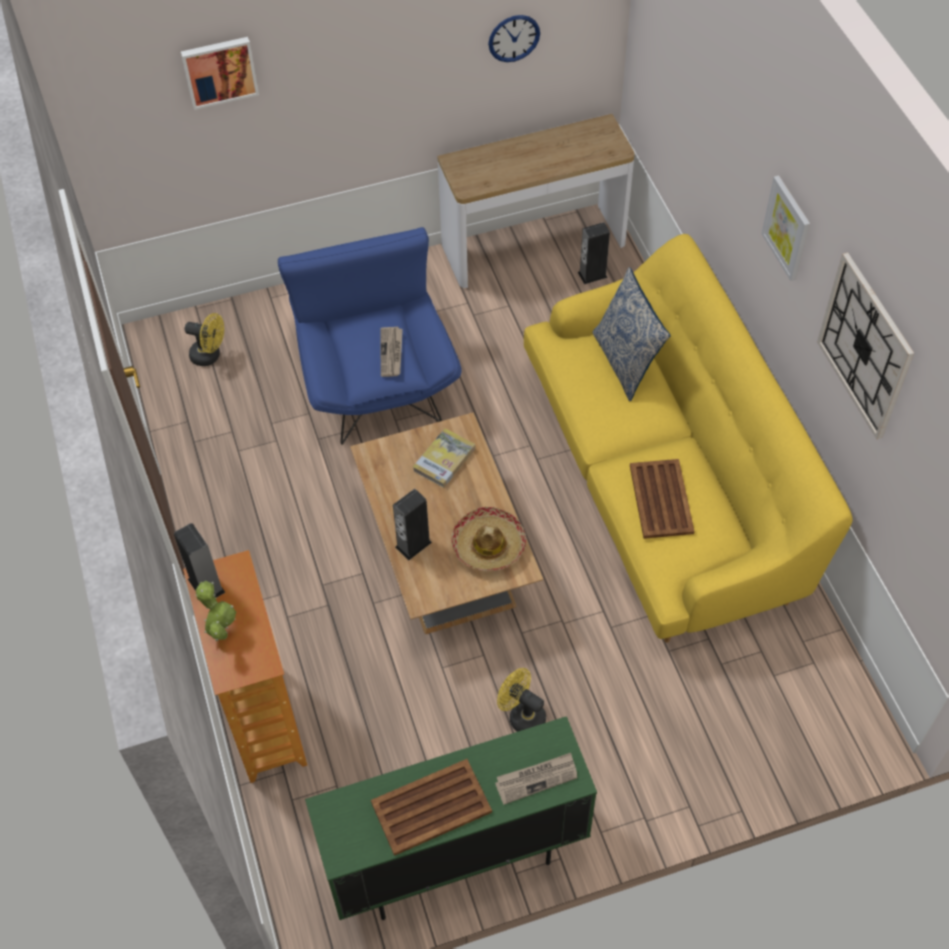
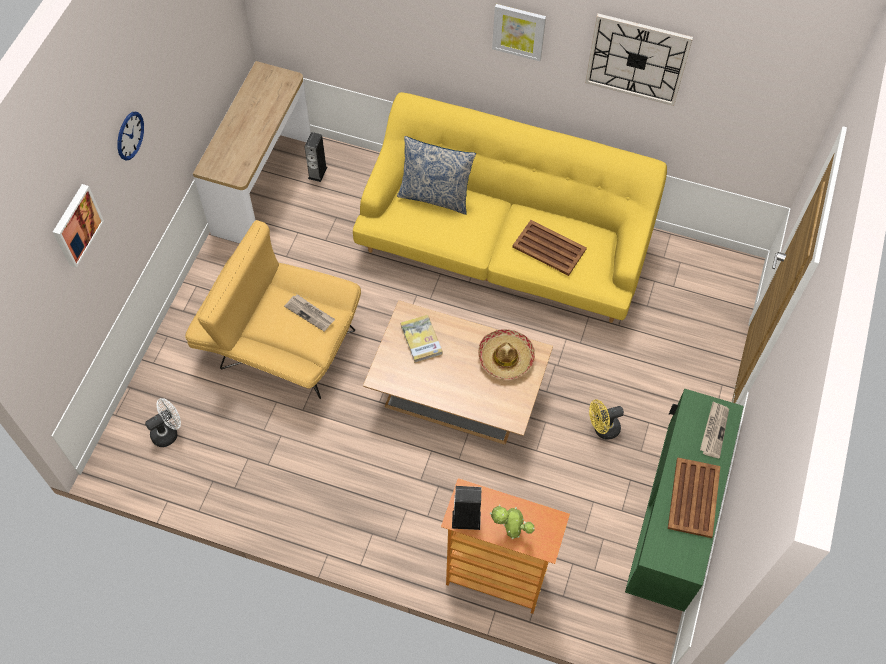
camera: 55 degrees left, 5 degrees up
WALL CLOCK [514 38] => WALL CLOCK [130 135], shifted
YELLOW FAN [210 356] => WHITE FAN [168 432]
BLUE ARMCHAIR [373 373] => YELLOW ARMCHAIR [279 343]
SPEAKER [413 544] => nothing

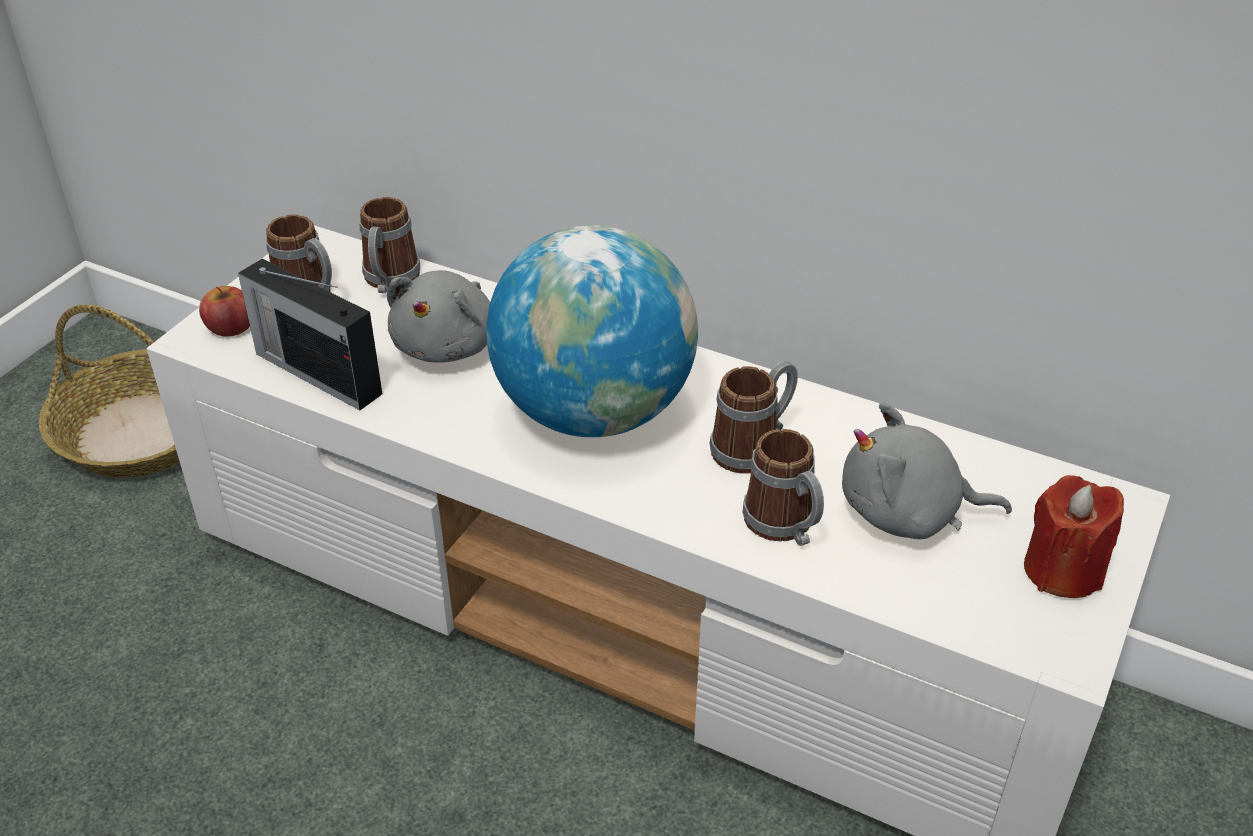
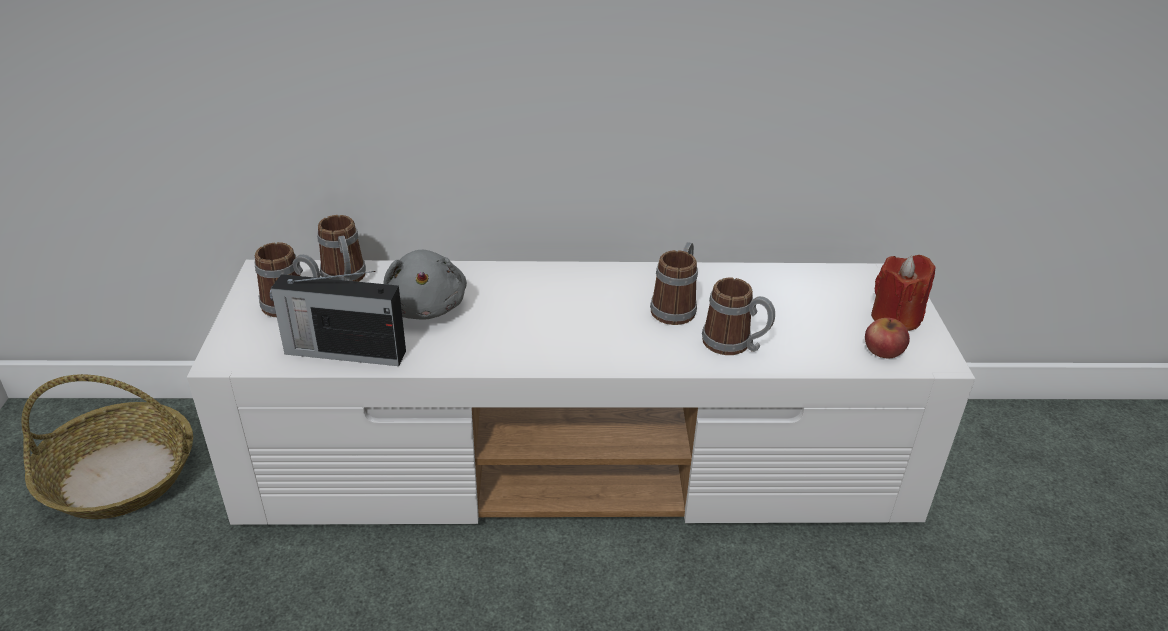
camera: 30 degrees left, 5 degrees down
APPLE [231 326] => APPLE [883 350], shifted
GLOBE [594 411] => nothing
GREY PLUSH TOY [908 513] => nothing

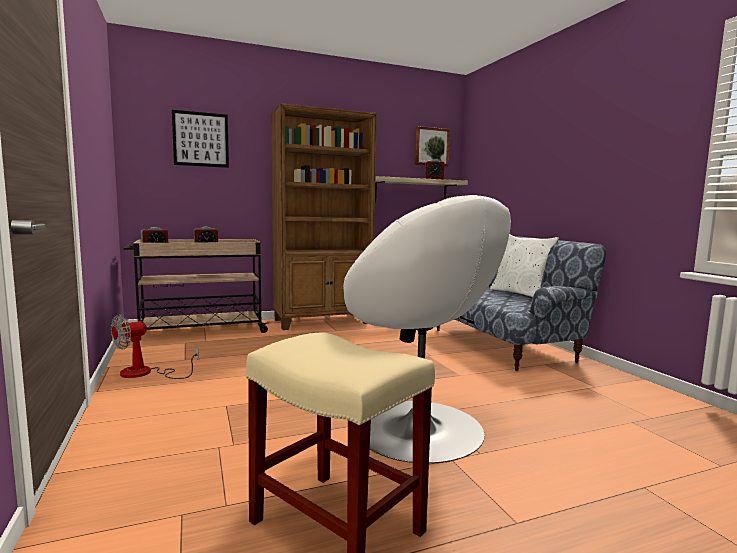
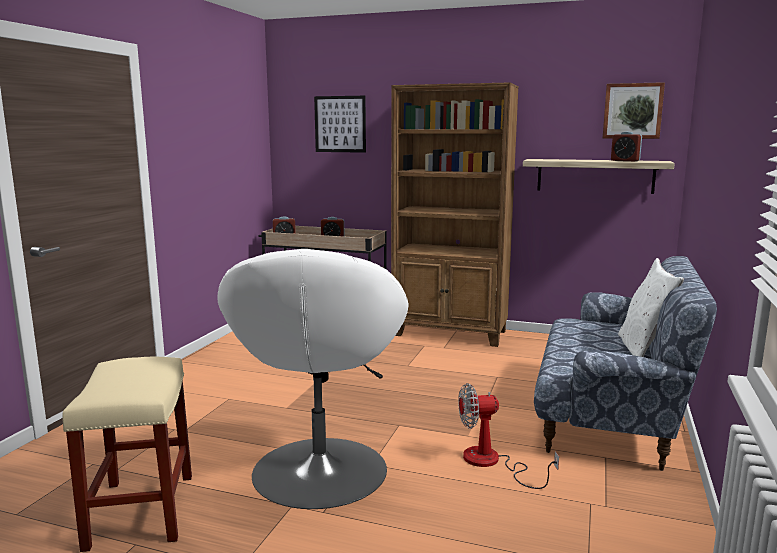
camera: 40 degrees right, 5 degrees up
FAN [145 373] => FAN [492 463], shifted

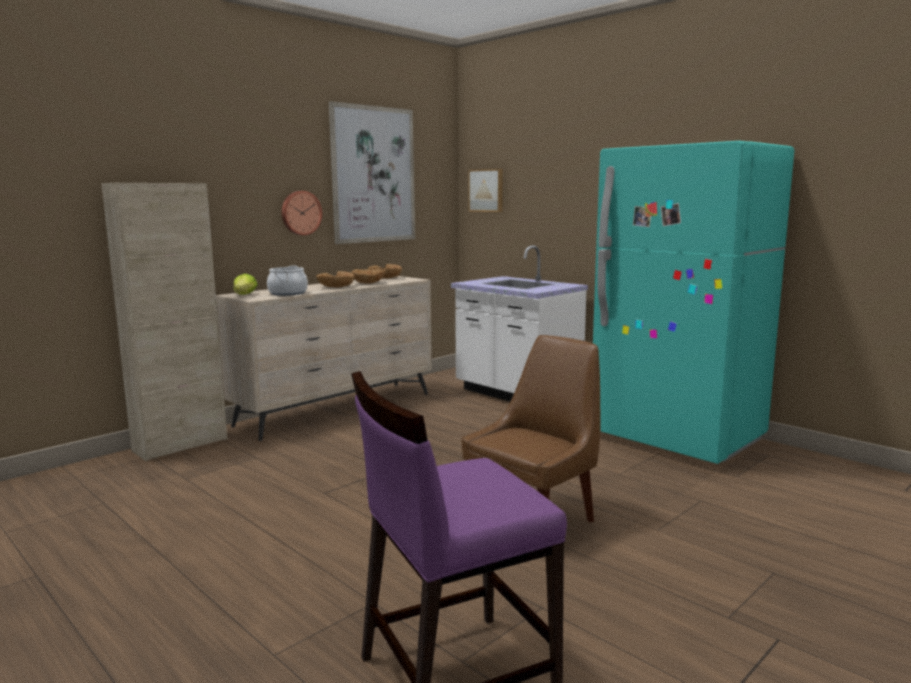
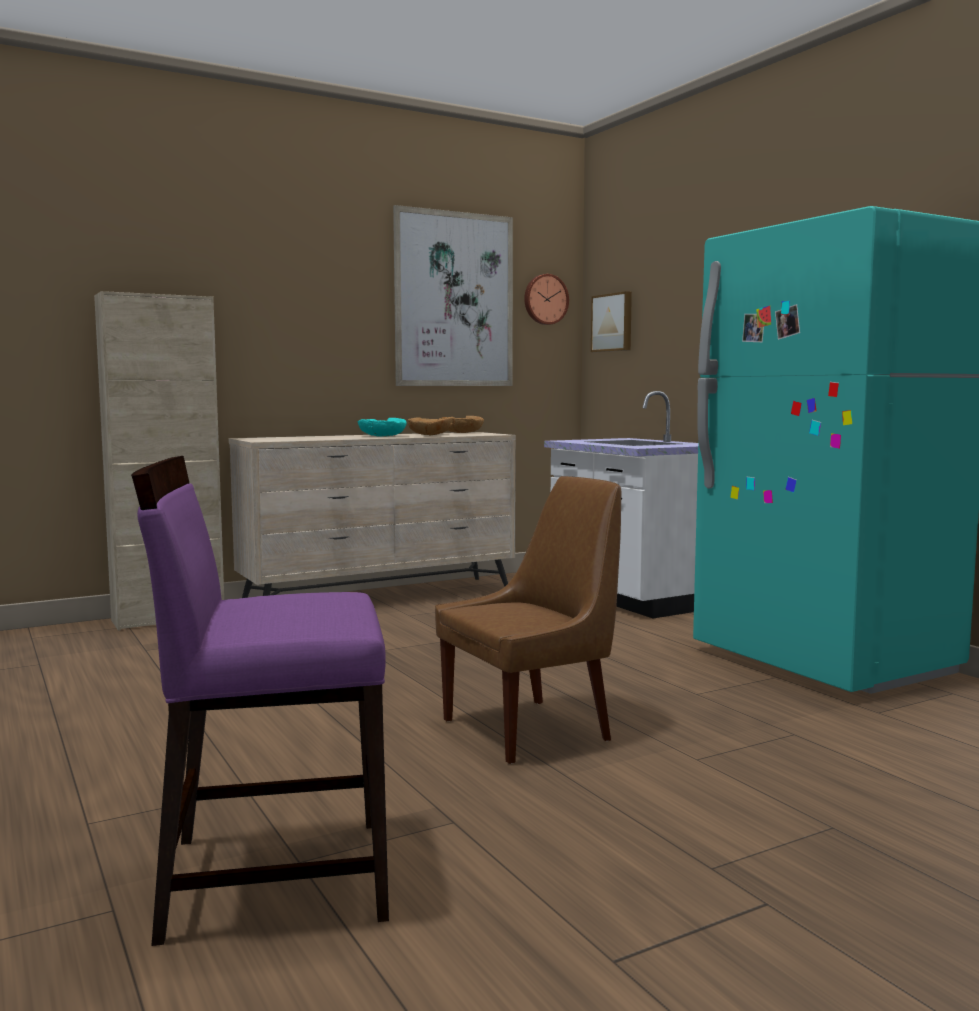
camera: 15 degrees right, 5 degrees down
BROWN BOWL [336 287] => TURQUOISE BOWL [382 436]
WALL CLOCK [300 213] => WALL CLOCK [545 299], shifted
LETTUCE [245 295] => nothing
COOKING POT [288 293] => nothing

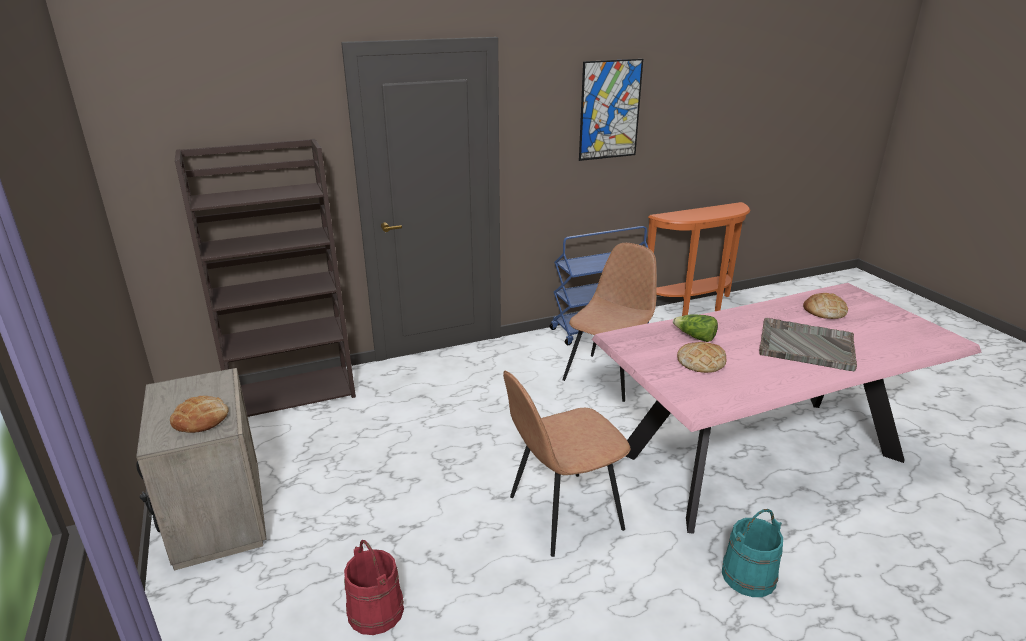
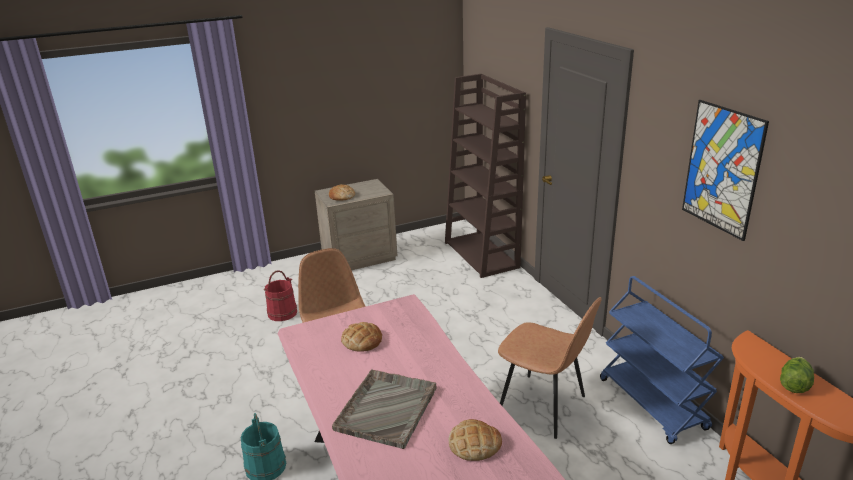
camera: 90 degrees right, 0 degrees up
LETTUCE [695 337] => LETTUCE [794 383], shifted

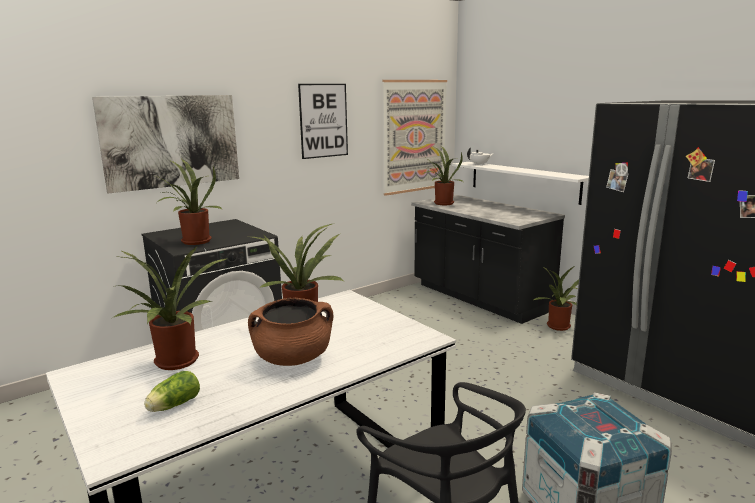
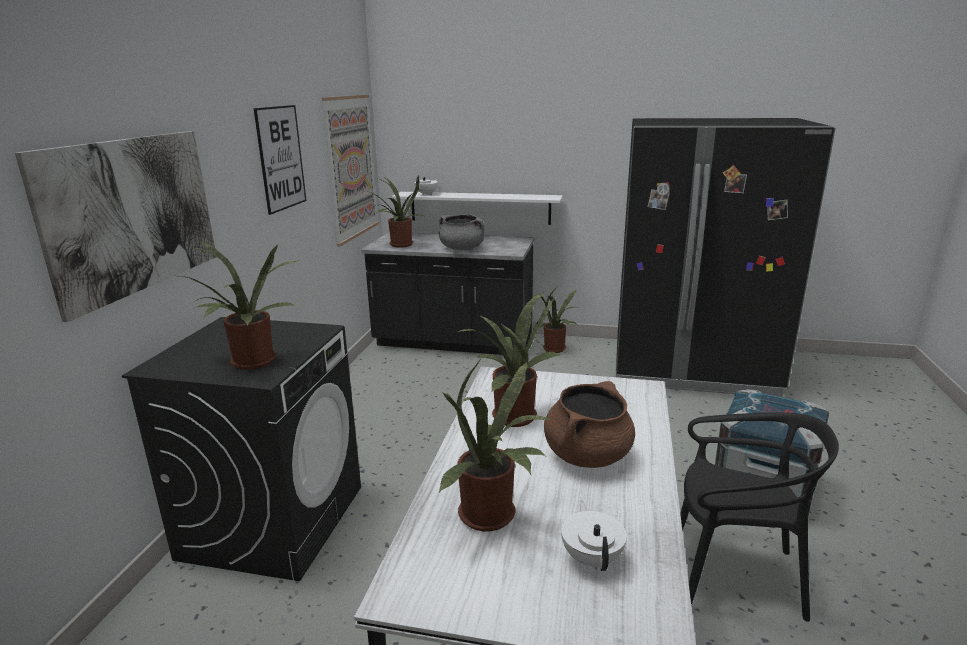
camera: 40 degrees left, 5 degrees up
nothing => GREY COOKING POT [462 249]
LETTUCE [173 406] => WHITE TEAPOT [592 558]

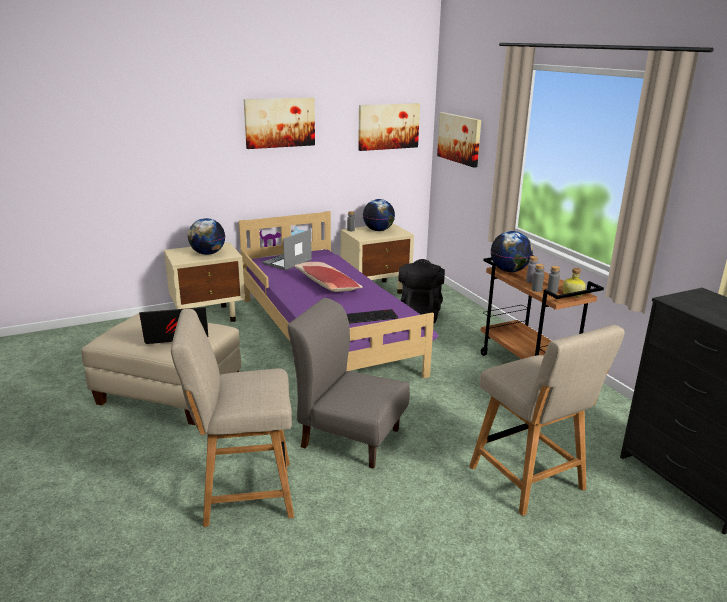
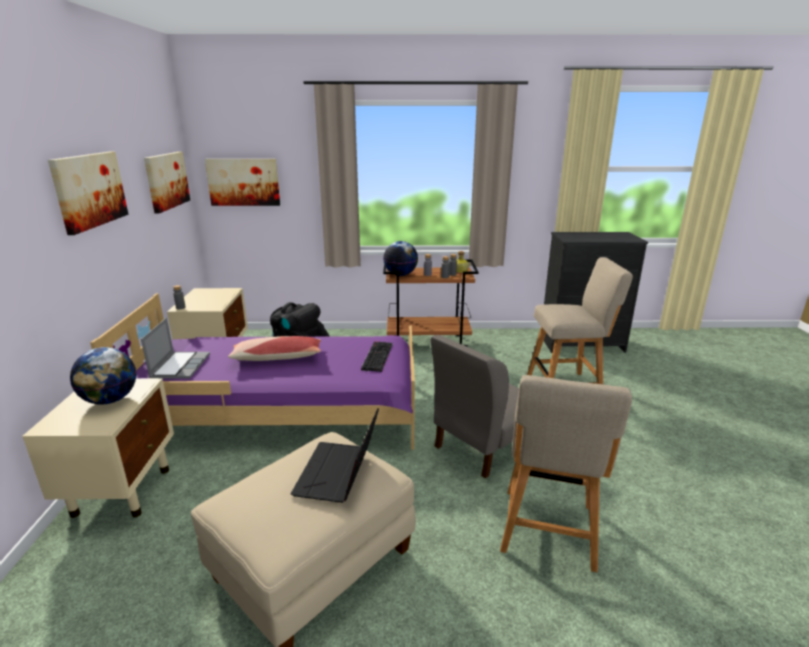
camera: 65 degrees left, 0 degrees up
LAPTOP [287 262] => LAPTOP [180 366], 150 degrees counterclockwise
GLOBE [378 230] => nothing

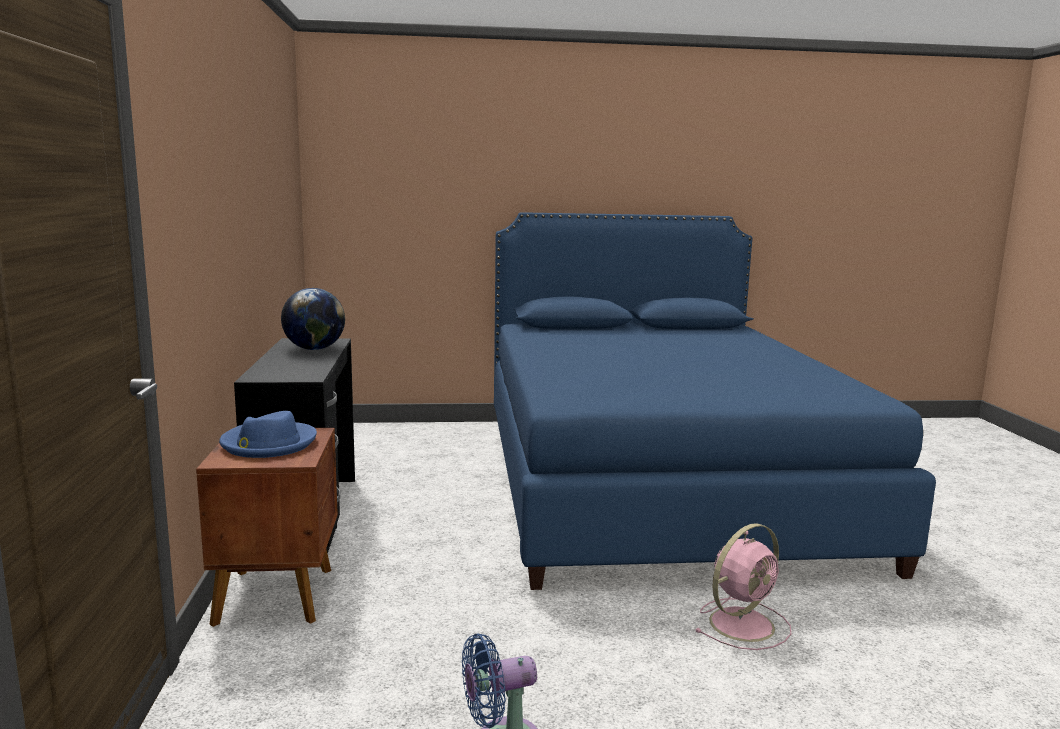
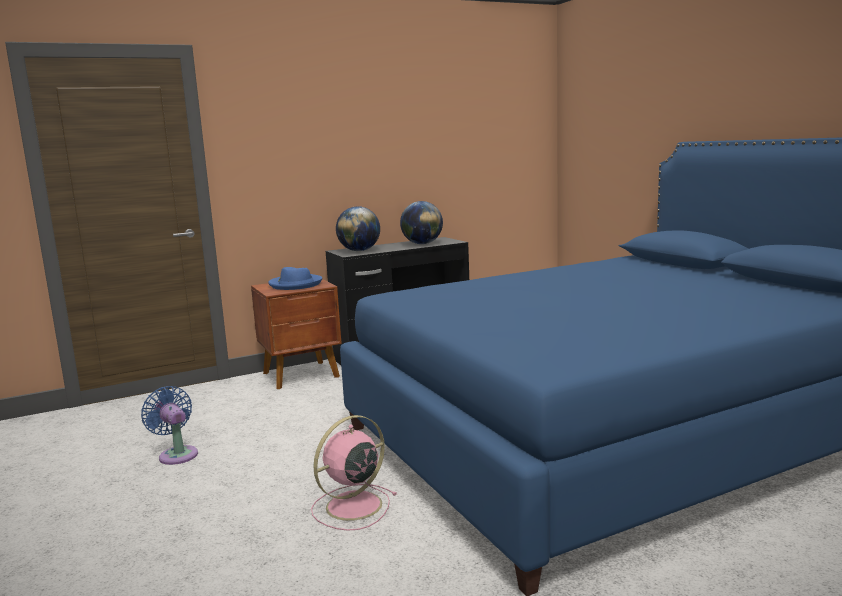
camera: 70 degrees right, 0 degrees up
PINK FAN [743 623] => PINK FAN [352 507], 105 degrees clockwise
nothing => GLOBE [359 250]

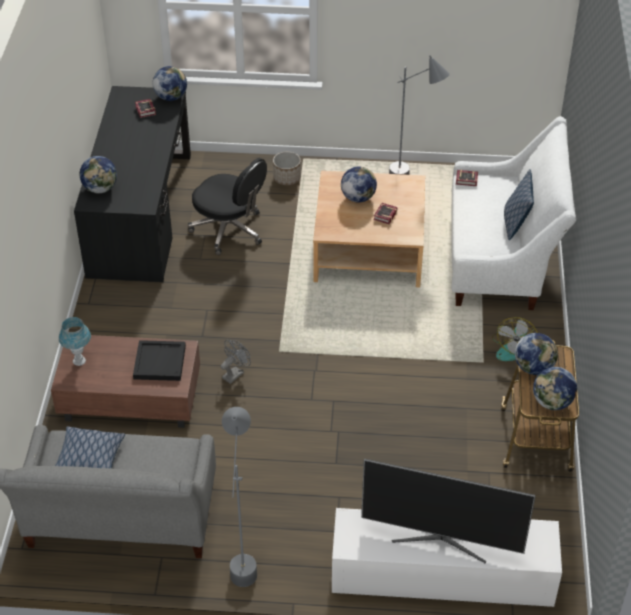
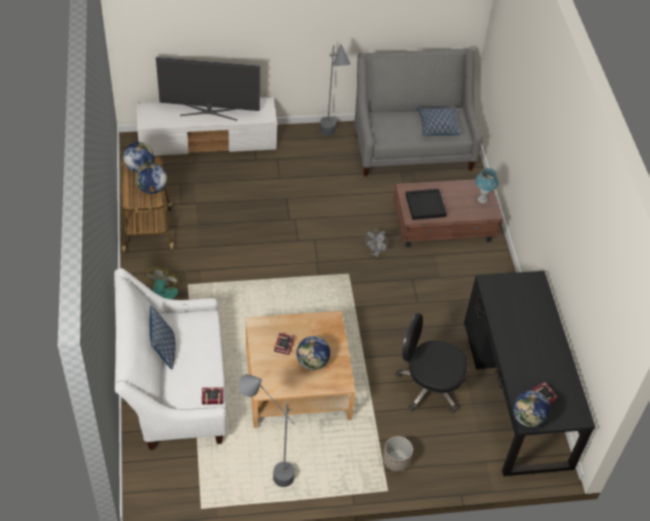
camera: 165 degrees right, 5 degrees up
GLOBE [100 188] => nothing

